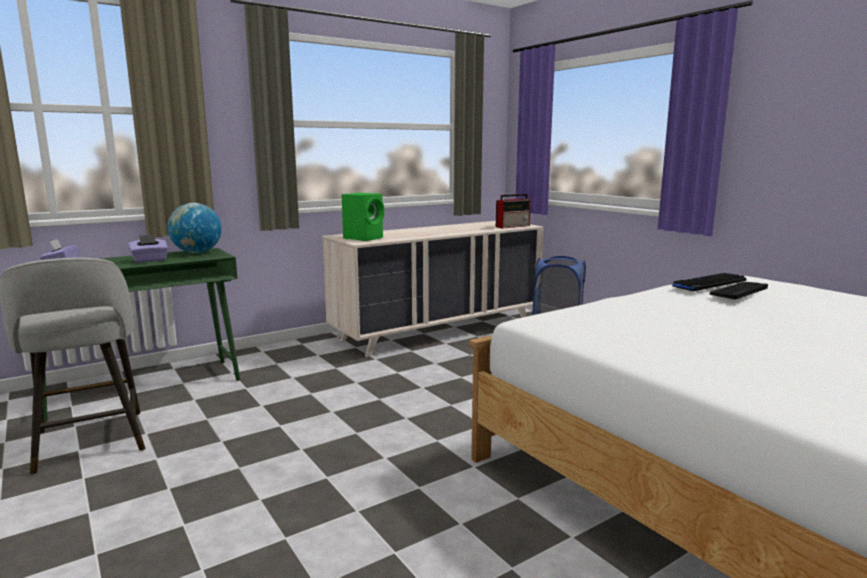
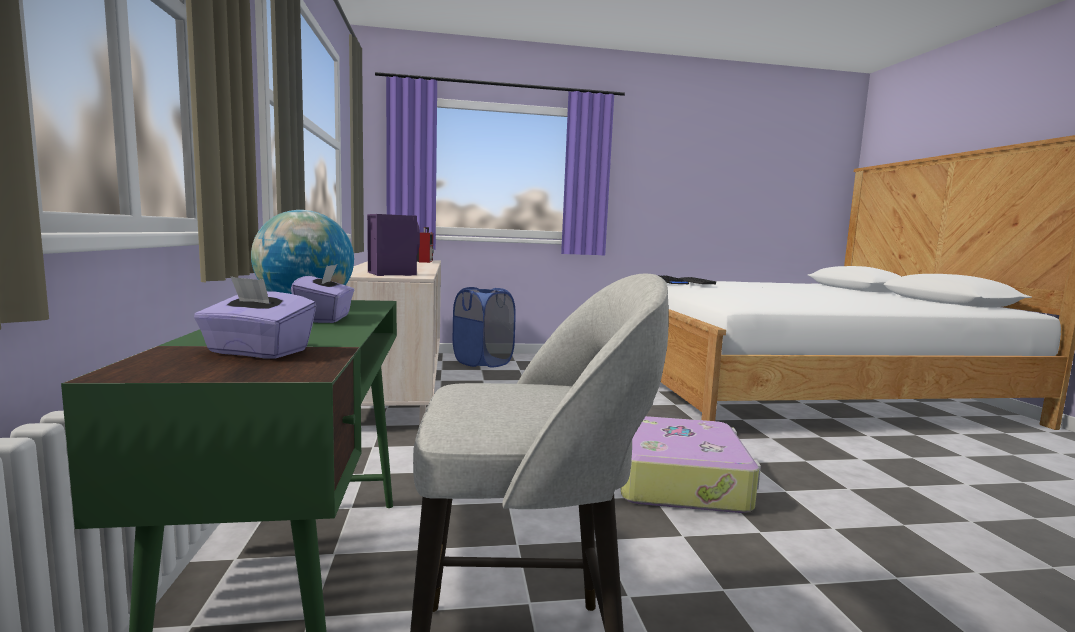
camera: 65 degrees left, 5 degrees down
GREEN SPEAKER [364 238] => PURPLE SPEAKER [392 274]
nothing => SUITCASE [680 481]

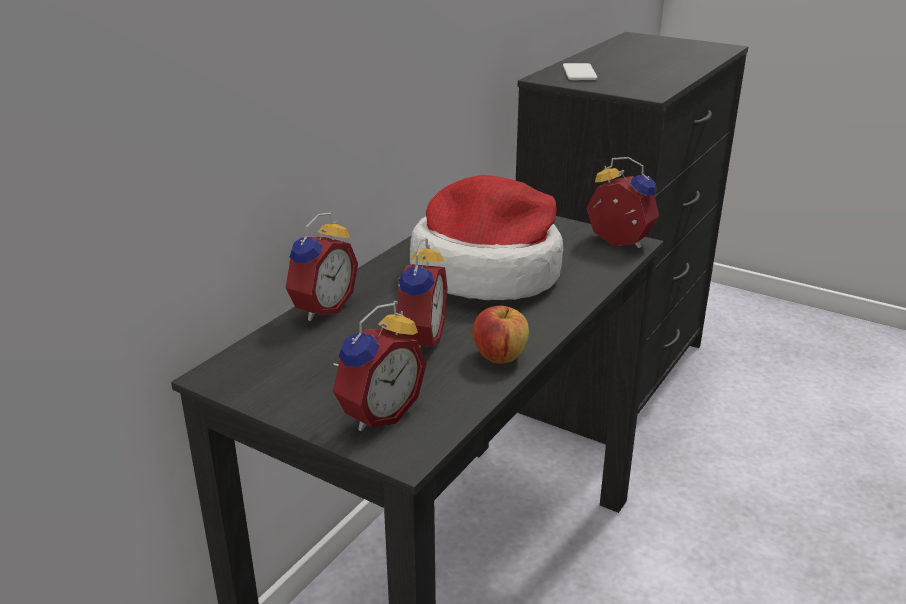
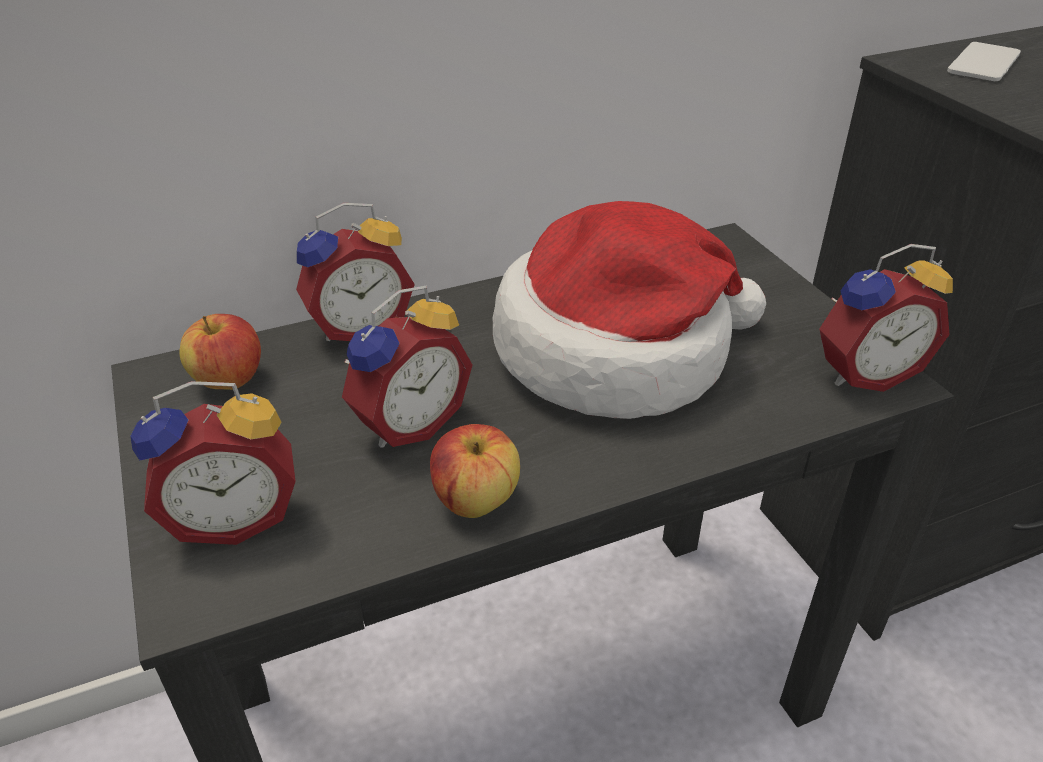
camera: 35 degrees right, 10 degrees up
nothing => APPLE [229 380]
ALARM CLOCK [617 243] => ALARM CLOCK [864 373], 90 degrees clockwise

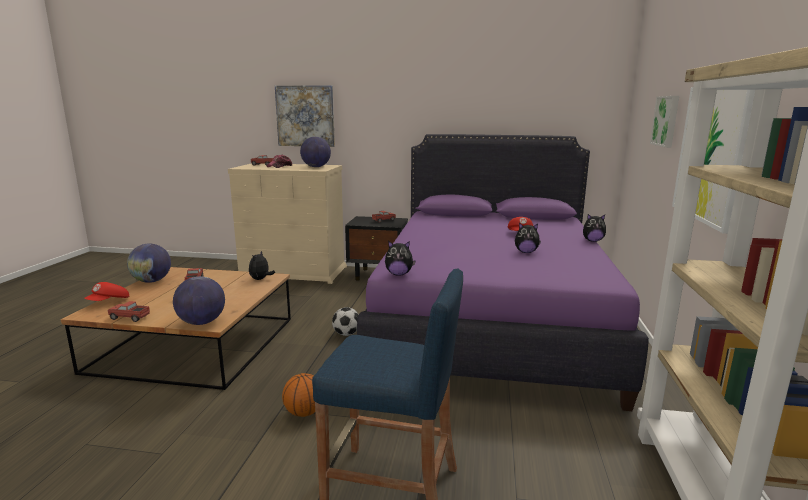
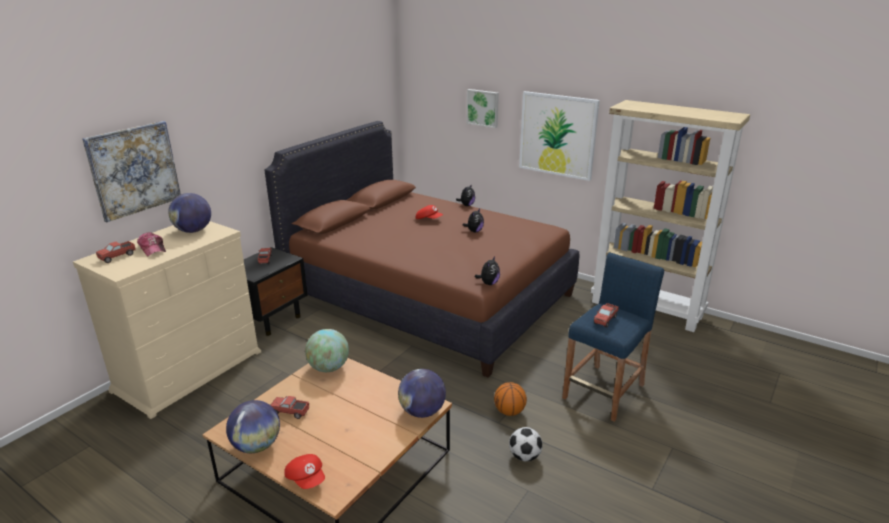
camera: 65 degrees left, 10 degrees up
PURPLE BED [490 321] => BROWN BED [429 296]
PLUSH TOY [260 279] => GLOBE [329 368]
FOOTBALL [346 334] => FOOTBALL [525 456], shifted
TOY TRUCK [130 318] => TOY TRUCK [605 320], shifted

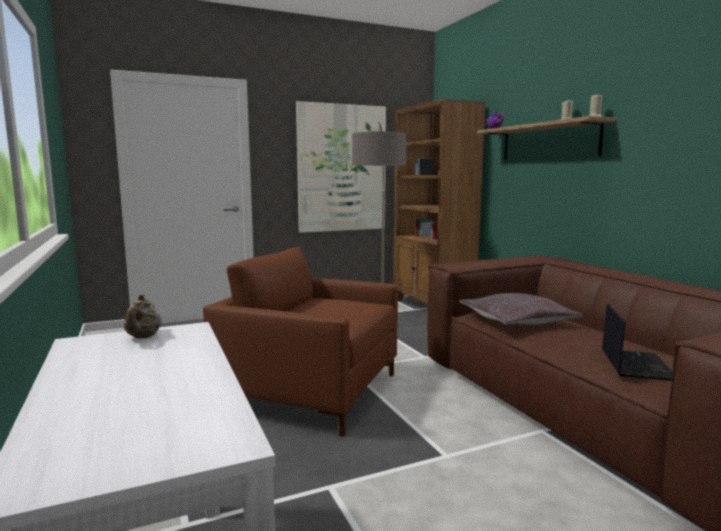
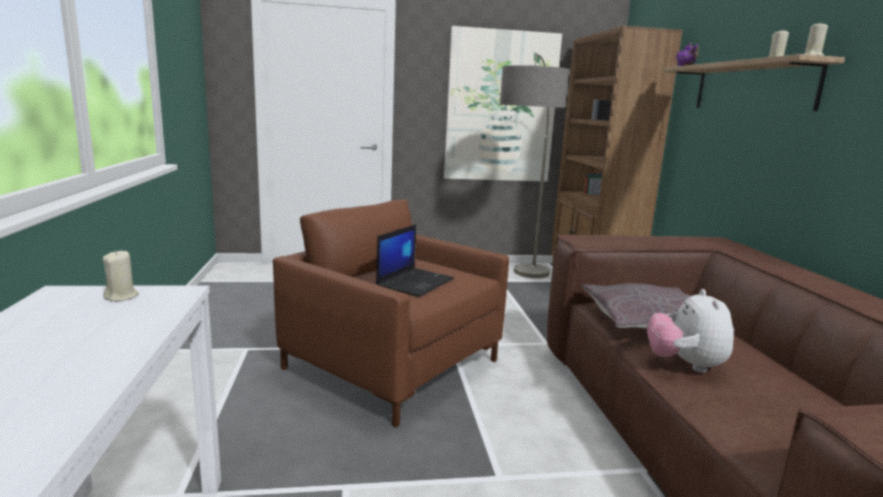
camera: 15 degrees right, 5 degrees up
BEIGE TEAPOT [143 337] => BEIGE CANDLE [121 297]
LAPTOP [635 365] => LAPTOP [415 282], shifted
nothing => PLUSH TOY [685 365]

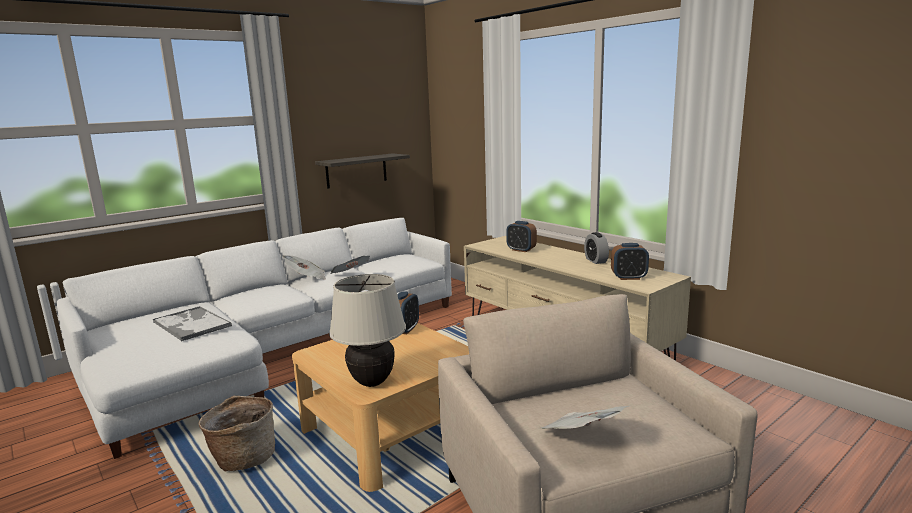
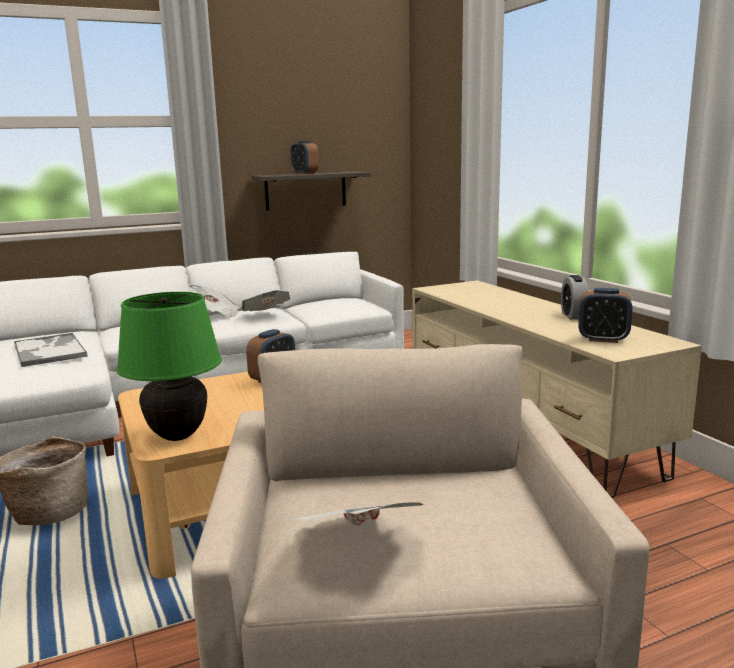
camera: 15 degrees right, 0 degrees up
BEIGE TABLE LAMP [371 382] => GREEN TABLE LAMP [177 436]
ALARM CLOCK [521 250] => ALARM CLOCK [304 174], shifted

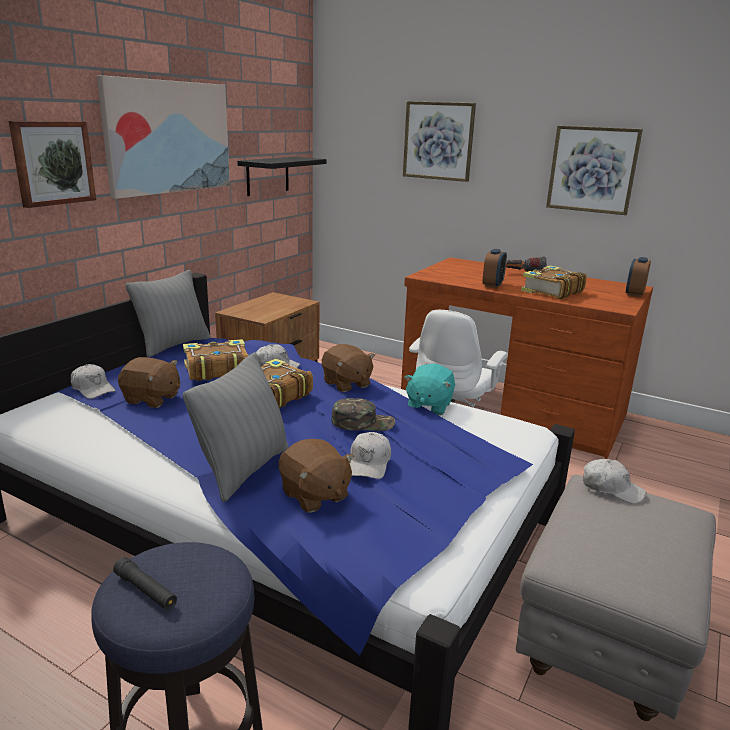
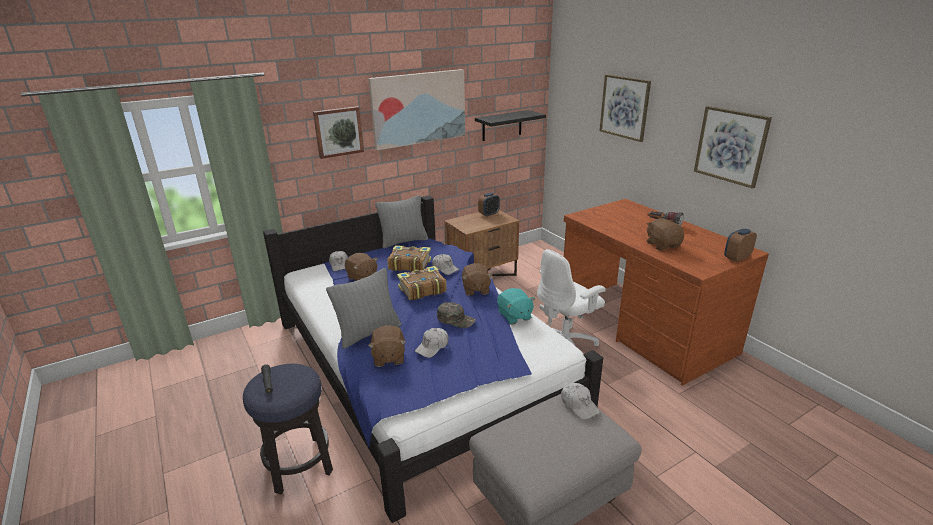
camera: 30 degrees right, 5 degrees up
ALARM CLOCK [493 285] => ALARM CLOCK [489 214], shifted
TURQUOISE PLUSH TOY [428 406] => TURQUOISE PLUSH TOY [514 316], 75 degrees counterclockwise
BOOK [551 291] => BROWN PLUSH TOY [663 245]

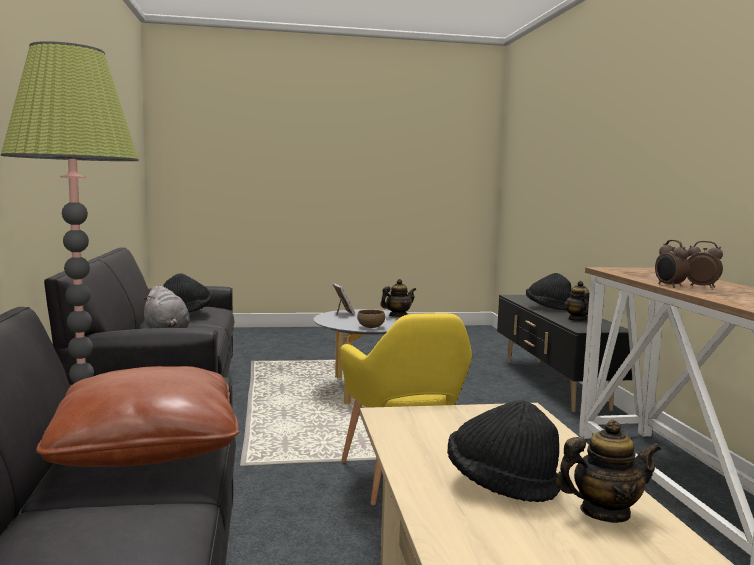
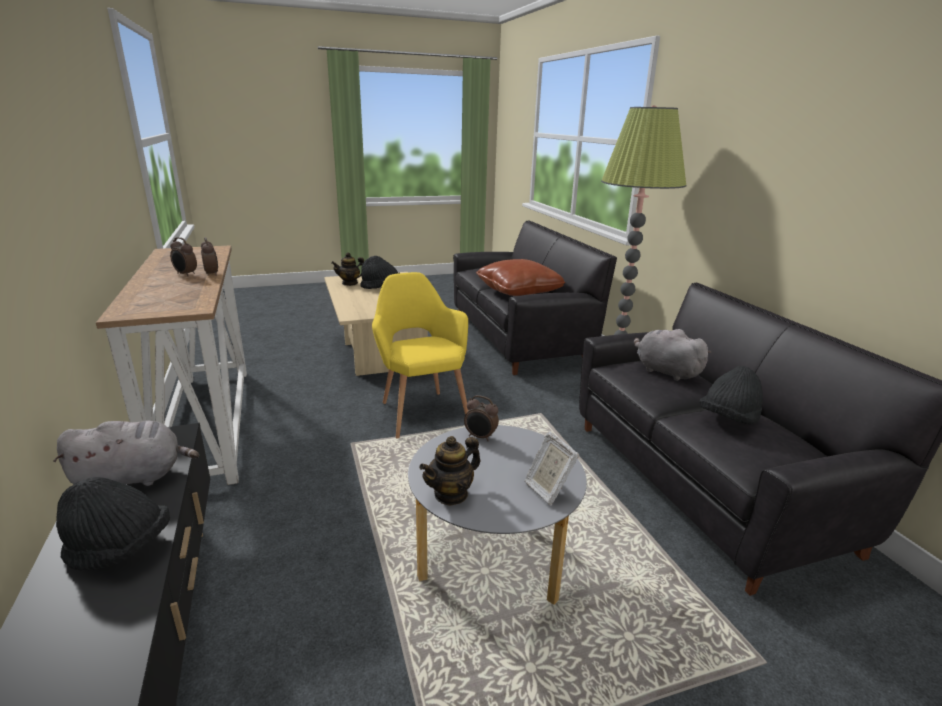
camera: 170 degrees right, 15 degrees up
TEAPOT [577 319] => GREY PLUSH TOY [134 478]
BROWN BOWL [370 327] => ALARM CLOCK [480 437]

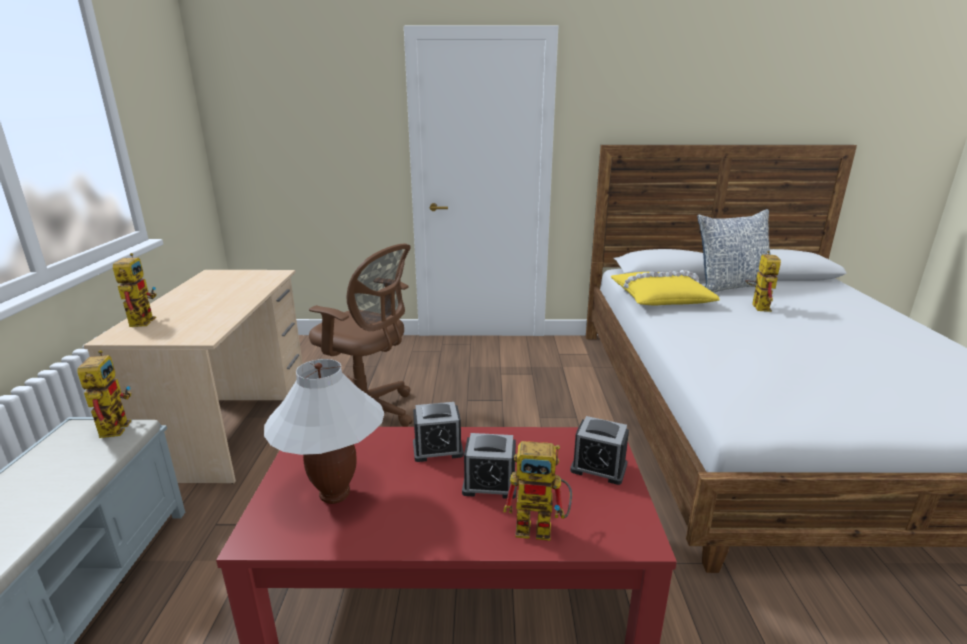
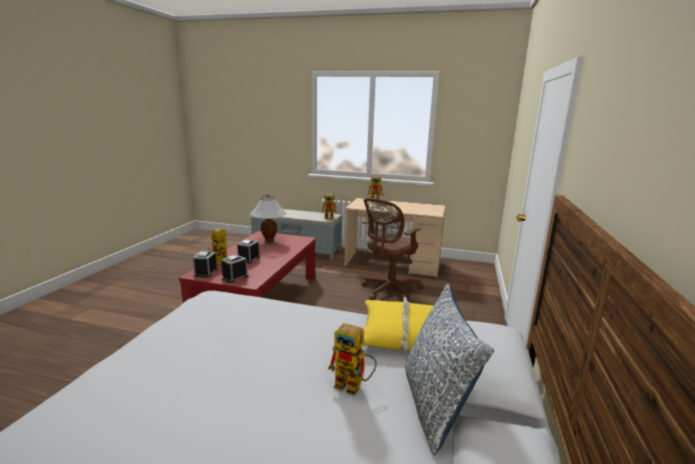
camera: 105 degrees right, 5 degrees down
ALARM CLOCK [437 449] => ALARM CLOCK [206 272], shifted

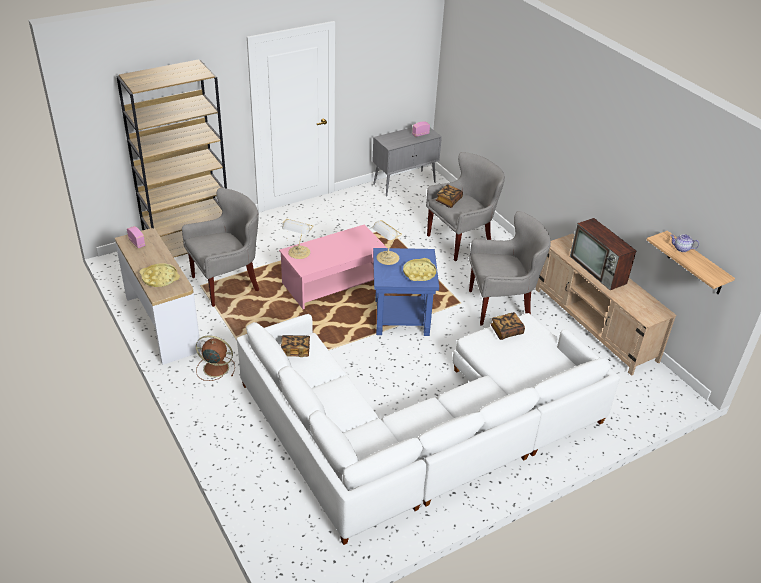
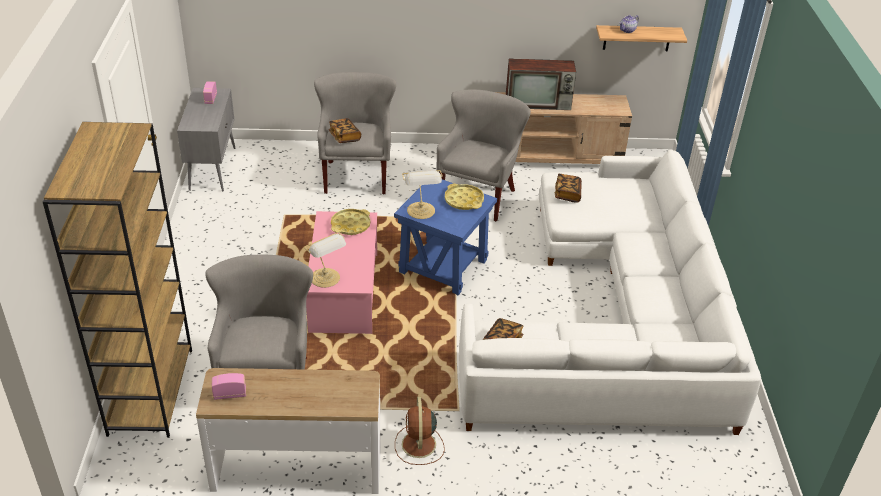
camera: 60 degrees left, 0 degrees up
YELLOW TRAY [160 278] => YELLOW TRAY [350 225], shifted
BROWN FAN [215 368] => BROWN FAN [419 445], 45 degrees counterclockwise

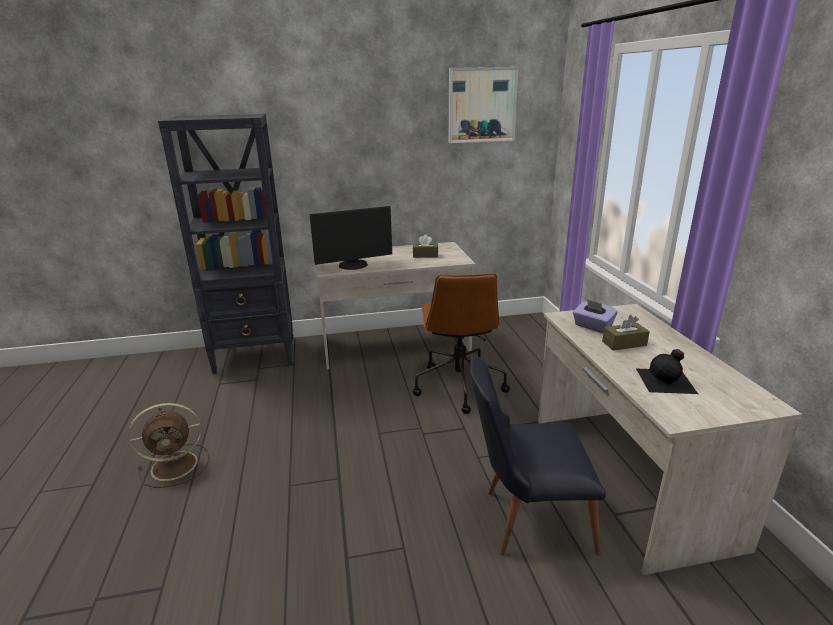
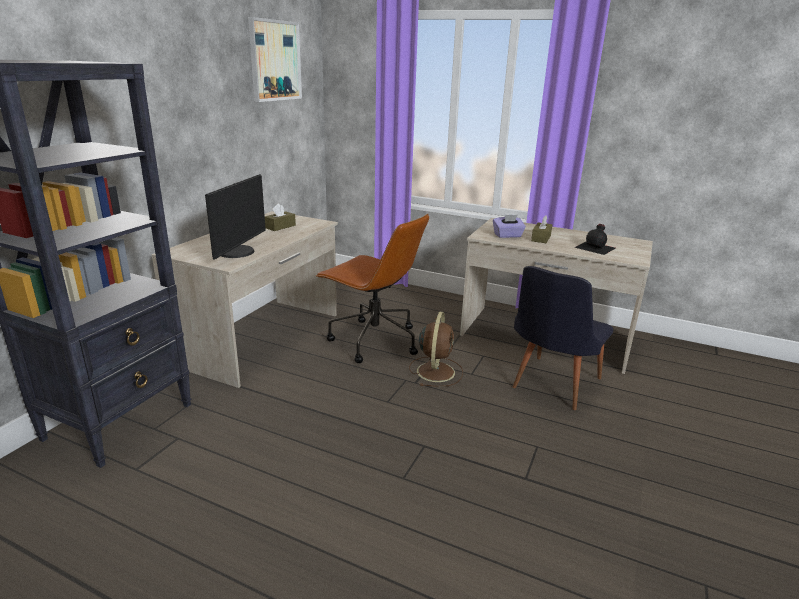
camera: 55 degrees left, 0 degrees up
BROWN FAN [177 465] => BROWN FAN [436 371], shifted

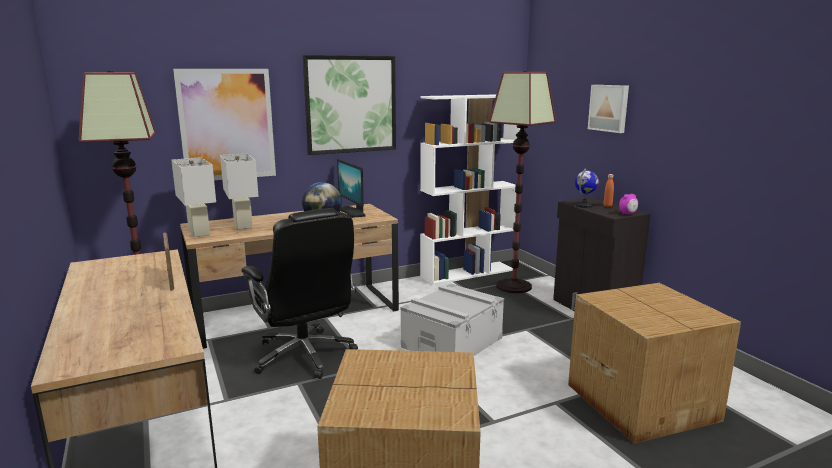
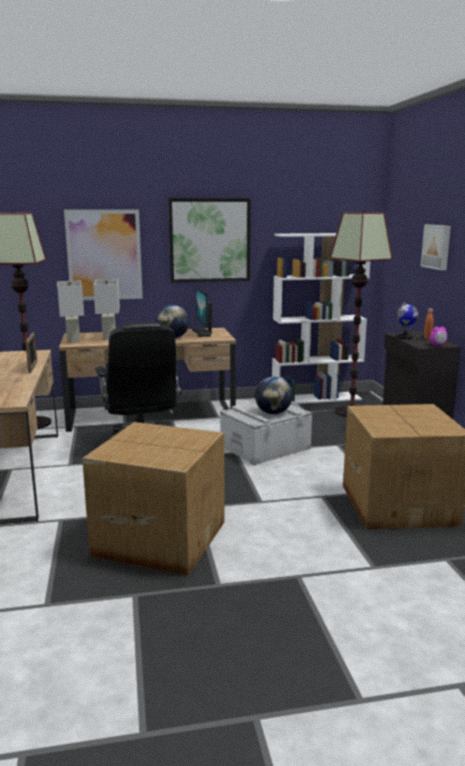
camera: 15 degrees right, 0 degrees up
nothing => GLOBE [273 413]

